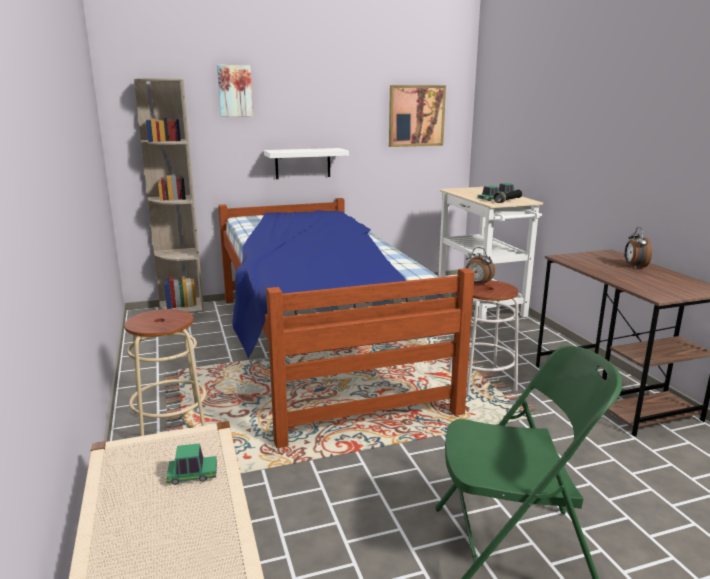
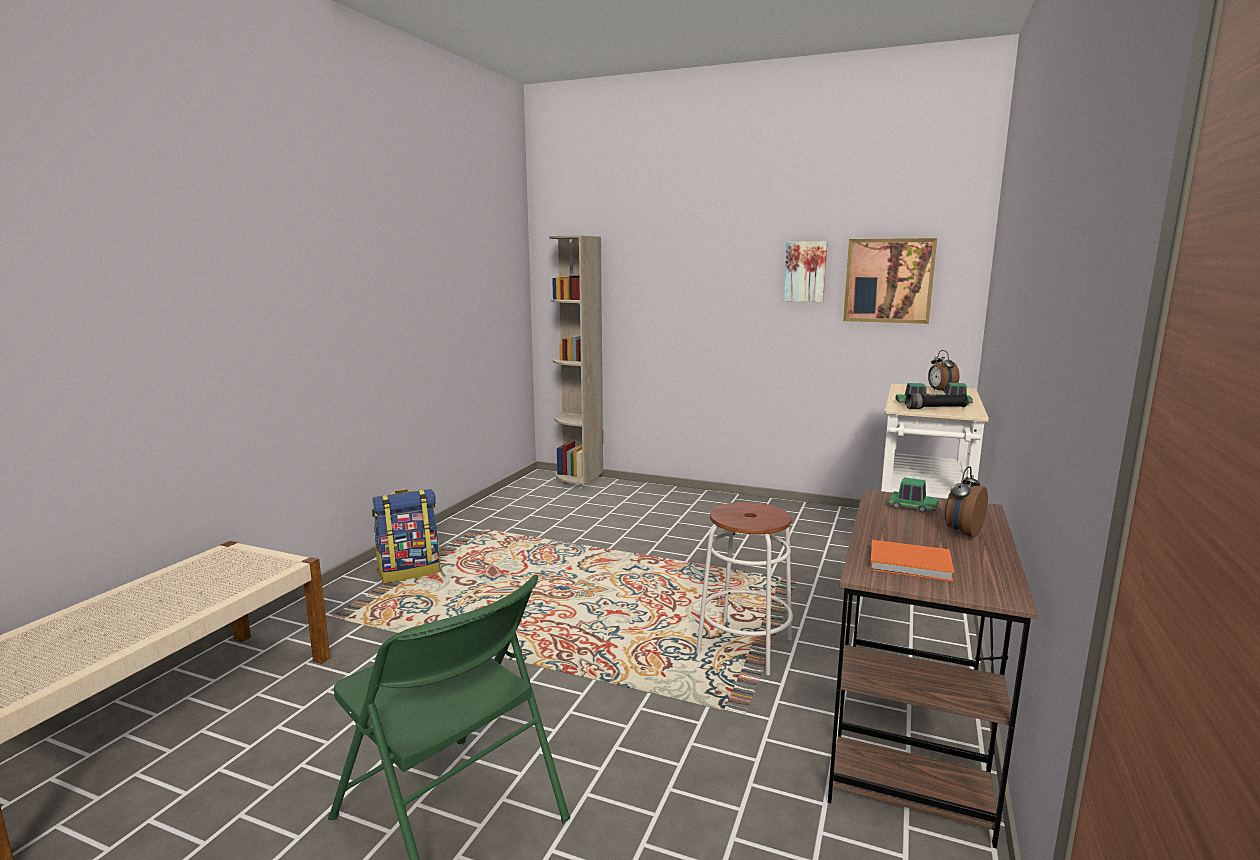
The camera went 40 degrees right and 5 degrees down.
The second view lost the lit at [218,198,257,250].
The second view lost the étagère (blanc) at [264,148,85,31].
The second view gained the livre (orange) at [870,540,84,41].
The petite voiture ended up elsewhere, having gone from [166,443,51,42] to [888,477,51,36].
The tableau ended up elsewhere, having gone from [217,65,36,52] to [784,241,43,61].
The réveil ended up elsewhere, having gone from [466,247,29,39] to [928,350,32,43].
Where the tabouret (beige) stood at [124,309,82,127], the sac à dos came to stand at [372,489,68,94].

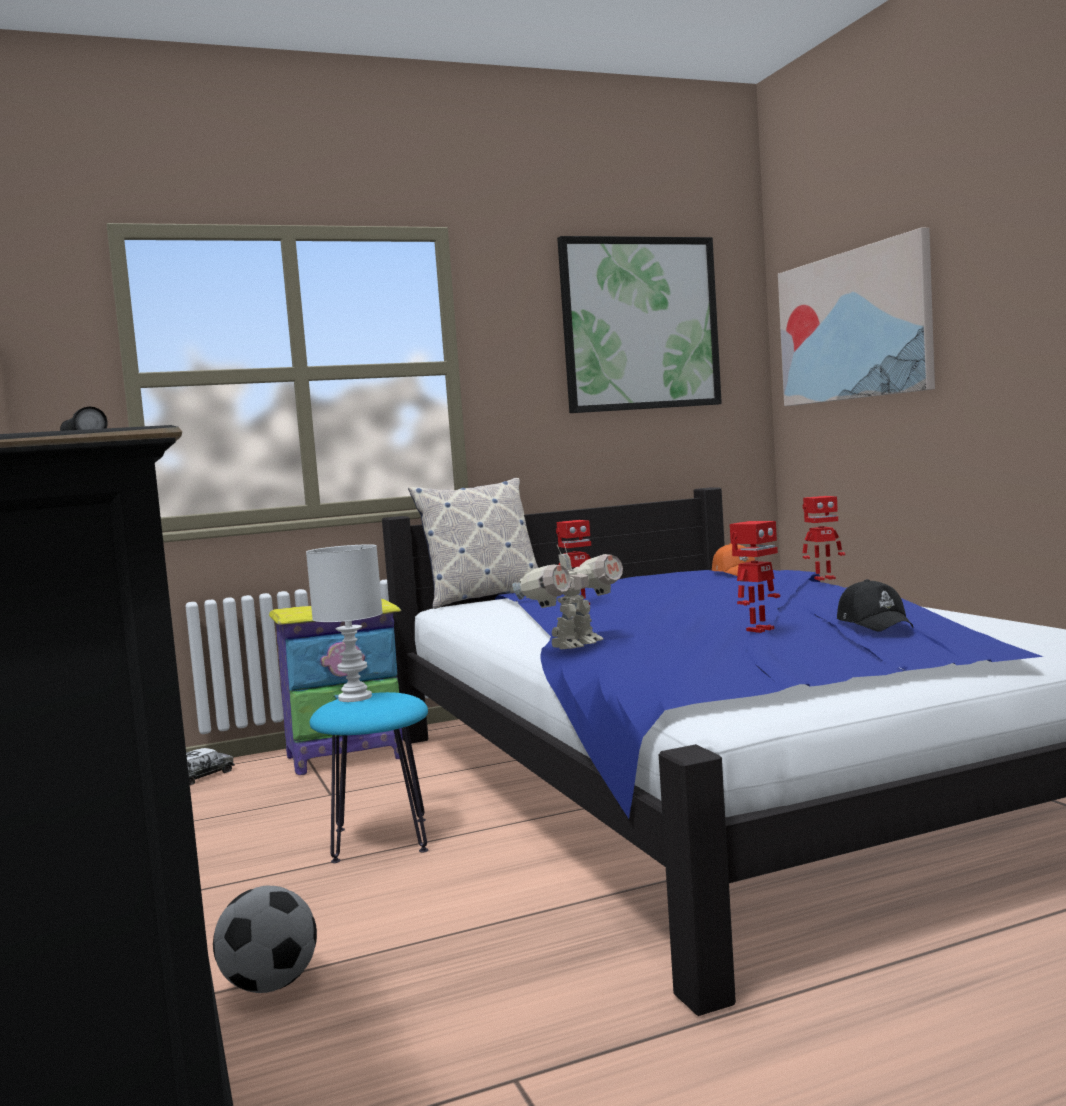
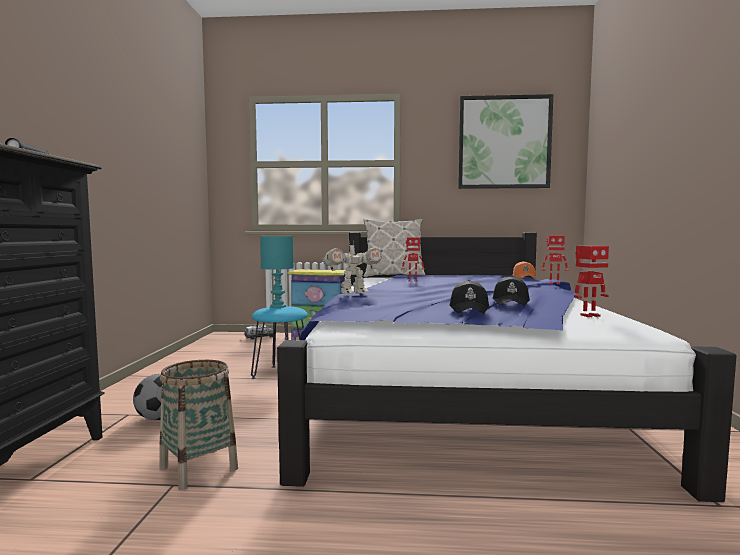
The camera went 25 degrees right and 0 degrees up.
The second view lost the tableau at [778,228,157,178].
The second view gained the panier at [159,360,79,130].
The second view gained the casquette (noir) at [449,280,40,34].
The robot jouet ended up elsewhere, having gone from [730,521,50,112] to [574,246,35,71].
What was the lampe de table (blanc) at [306,544,77,158] turned into the lampe de table (turquoise) at [260,236,34,72].

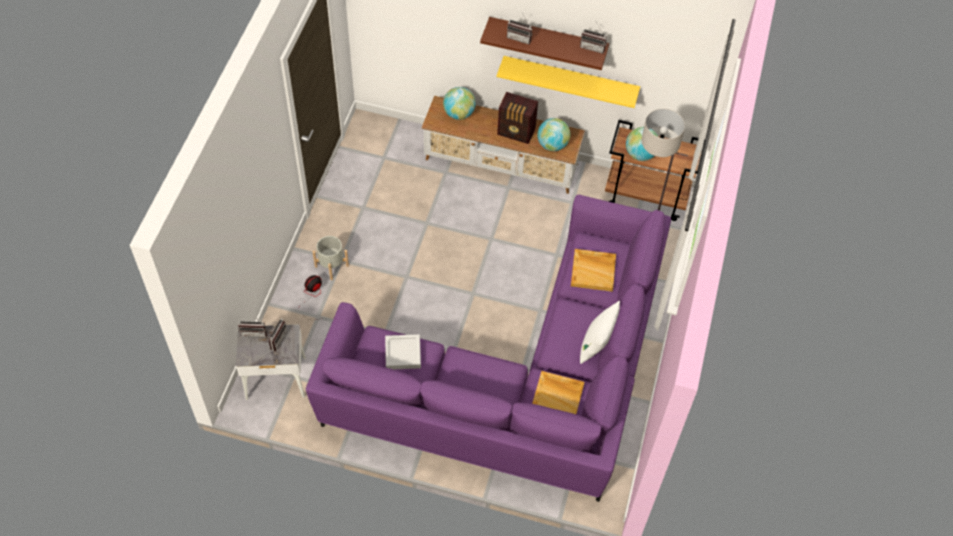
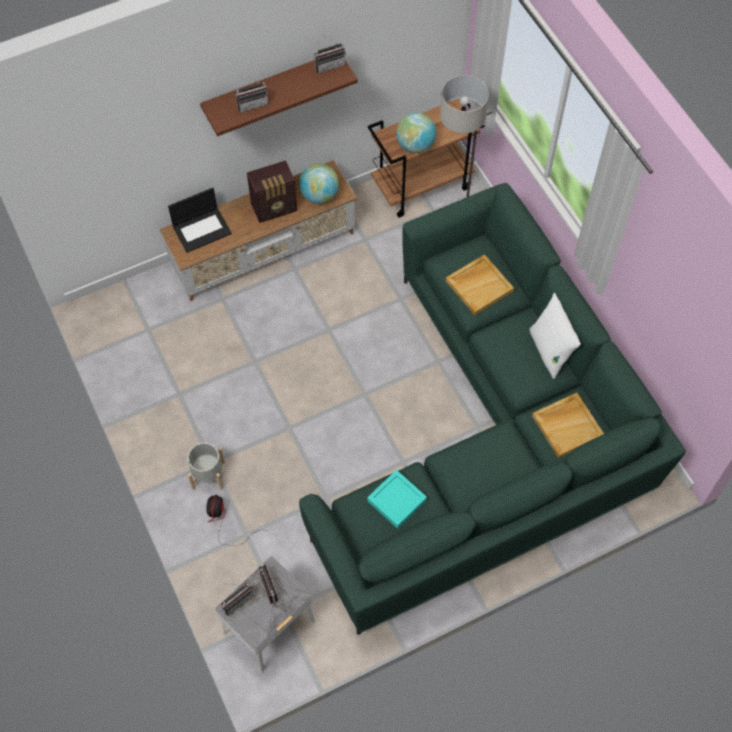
The camera went 40 degrees left and 5 degrees up.
The second view lost the étagère (jaune) at [496,56,144,52].
Where the globe stood at [443,87,33,33], the ordinateur portable came to stand at [168,188,64,65].
What was the canapé (violet) at [306,195,365,307] turned into the canapé (vert) at [299,183,387,452].
What was the plateau (gris) at [385,334,36,35] turned into the plateau (turquoise) at [367,470,60,59].

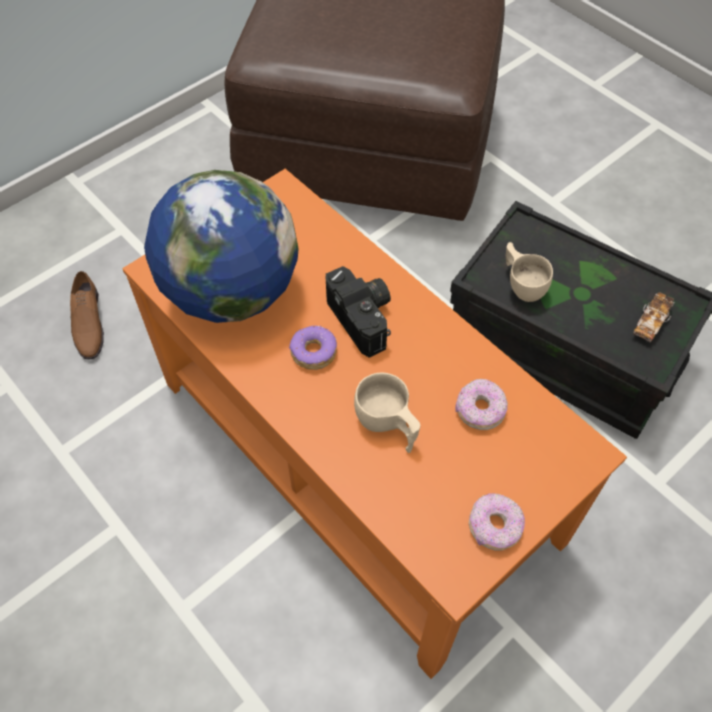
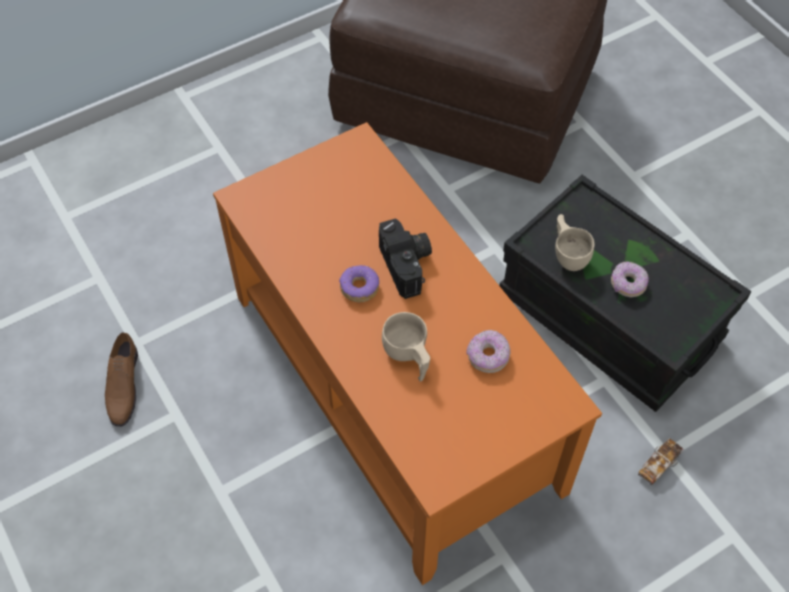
The camera went 10 degrees right and 0 degrees up.
The second view lost the globe at [144,170,155,153].
The chaussure (marron) ended up elsewhere, having gone from [70,271,34,88] to [105,332,33,95].
The beignet ended up elsewhere, having gone from [469,493,56,57] to [611,261,38,36].
The petite voiture ended up elsewhere, having gone from [633,292,42,51] to [638,437,47,48].

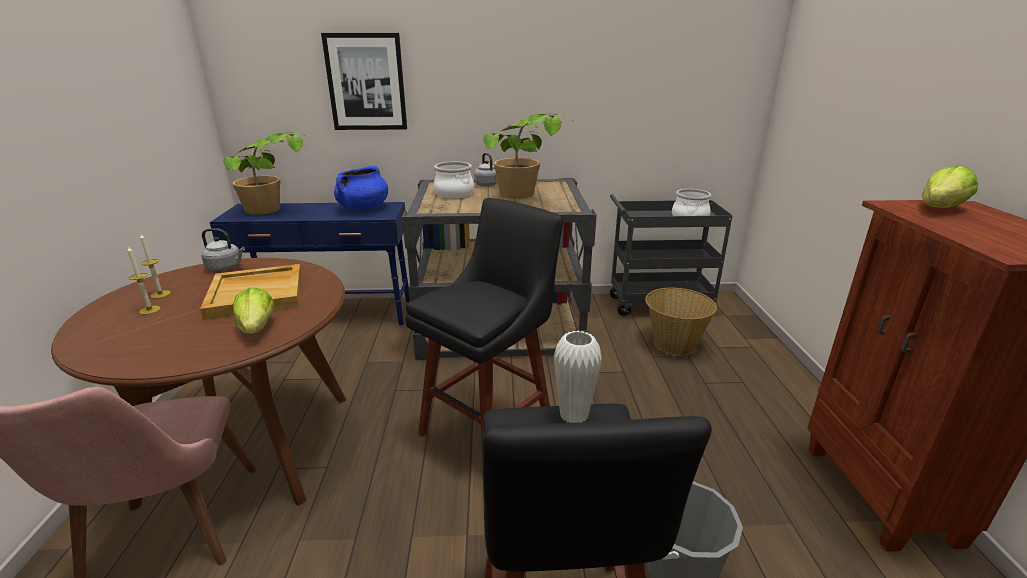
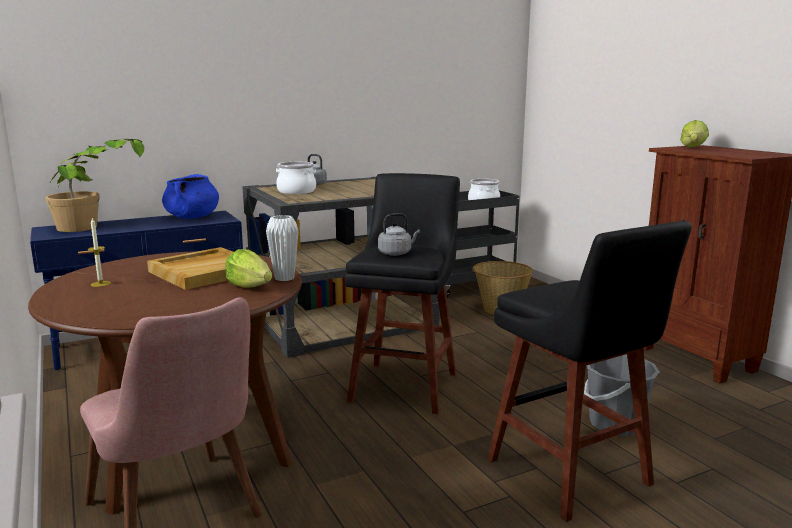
The camera went 25 degrees left and 10 degrees down.
The second view lost the bougie at [127,246,34,69].
The second view lost the tableau at [321,33,86,97].
The second view lost the plante en pot at [483,113,90,86].
The bouilloire (gris) ended up elsewhere, having gone from [201,228,44,43] to [378,213,42,43].
The vase (blanc) ended up elsewhere, having gone from [554,331,48,92] to [266,215,32,66].

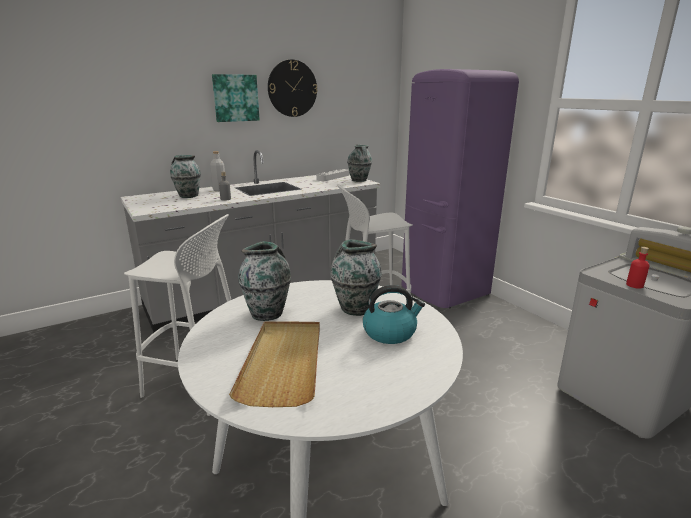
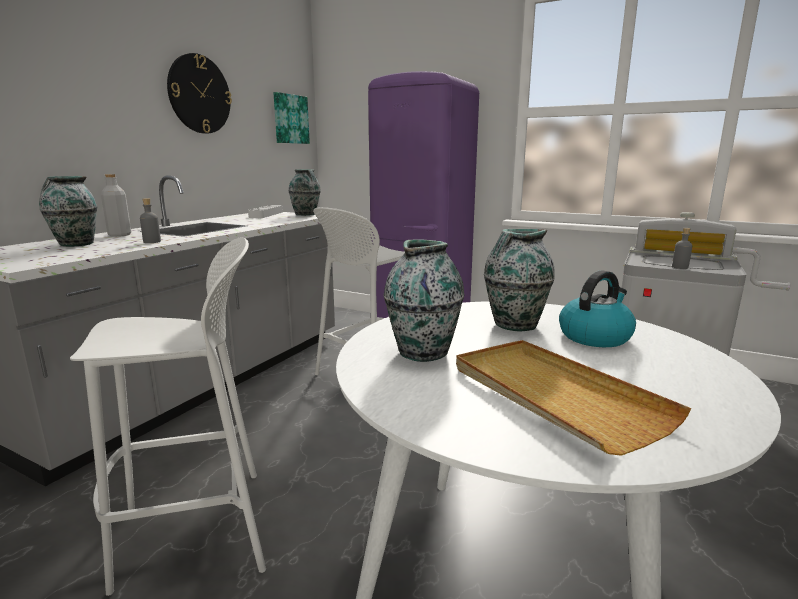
The camera went 30 degrees left and 5 degrees down.
The tableau ended up elsewhere, having gone from [212,74,48,48] to [273,92,37,52].
What was the bouteille (rouge) at [626,247,24,42] turned into the bouteille (gris) at [672,228,20,41].

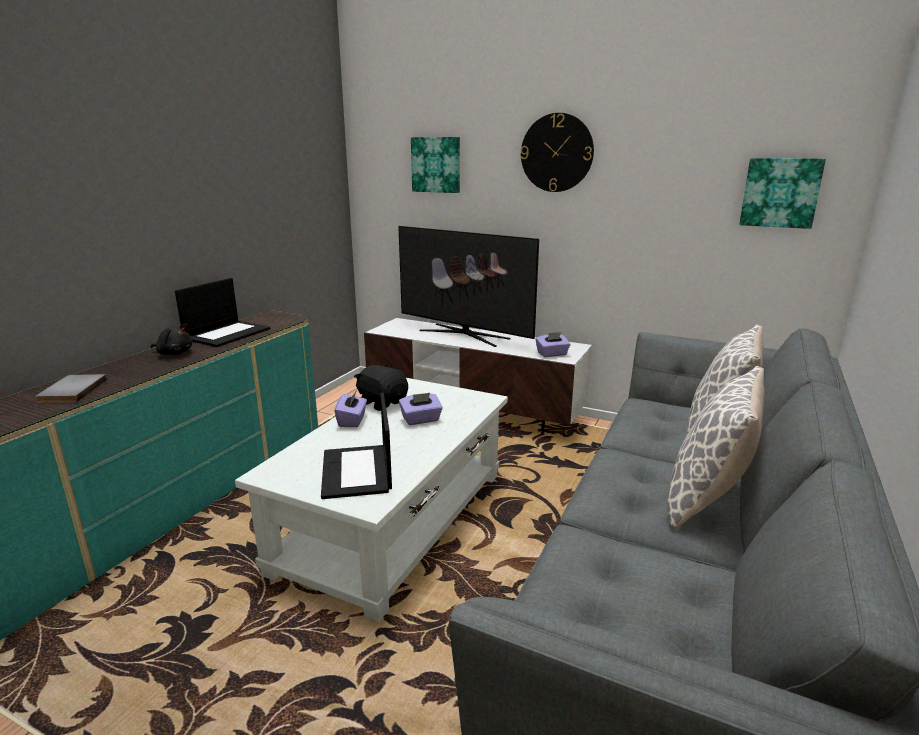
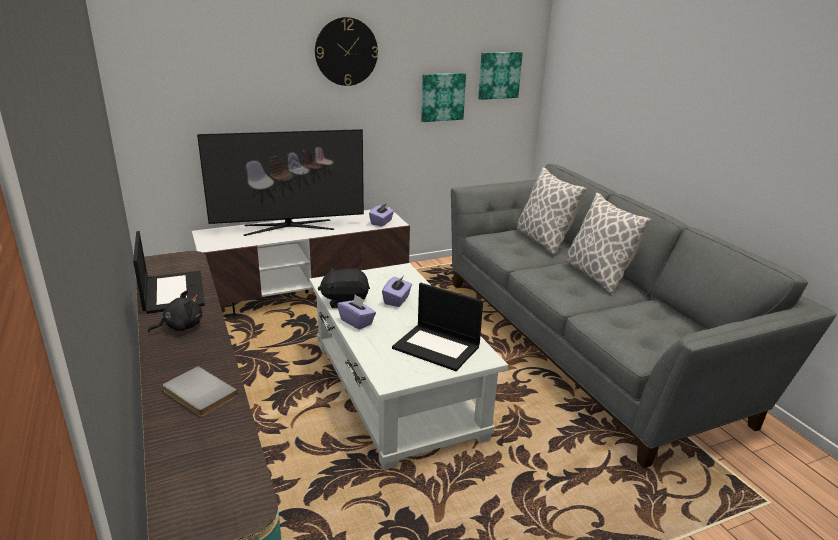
The camera went 50 degrees left and 5 degrees up.
The tableau ended up elsewhere, having gone from [411,137,49,56] to [421,73,45,49].

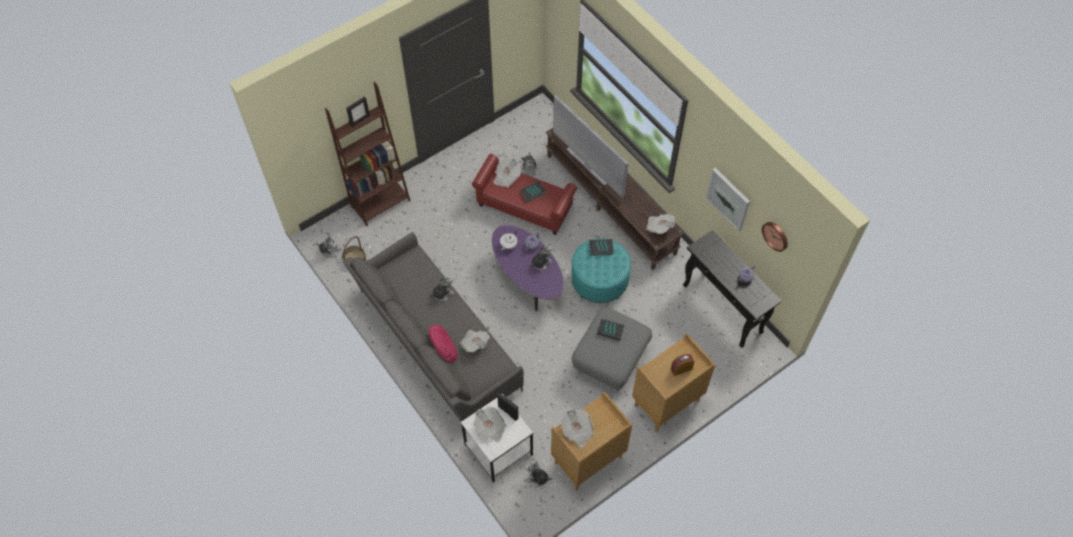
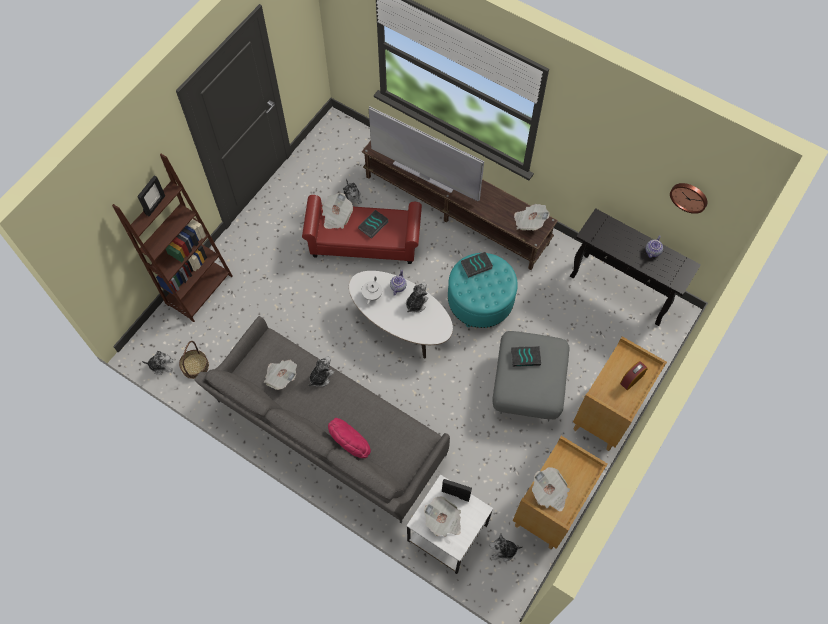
The camera went 20 degrees left and 5 degrees up.
The second view lost the tableau at [706,168,44,64].
The journal ended up elsewhere, having gone from [460,330,30,22] to [264,360,33,30].
What was the table basse (violet) at [492,225,72,86] turned into the table basse (blanc) at [349,271,104,88].

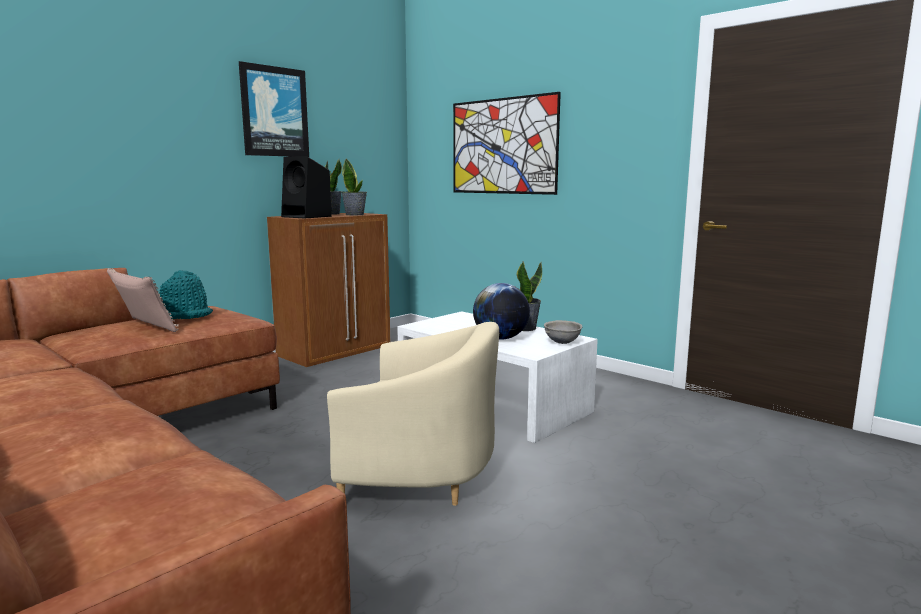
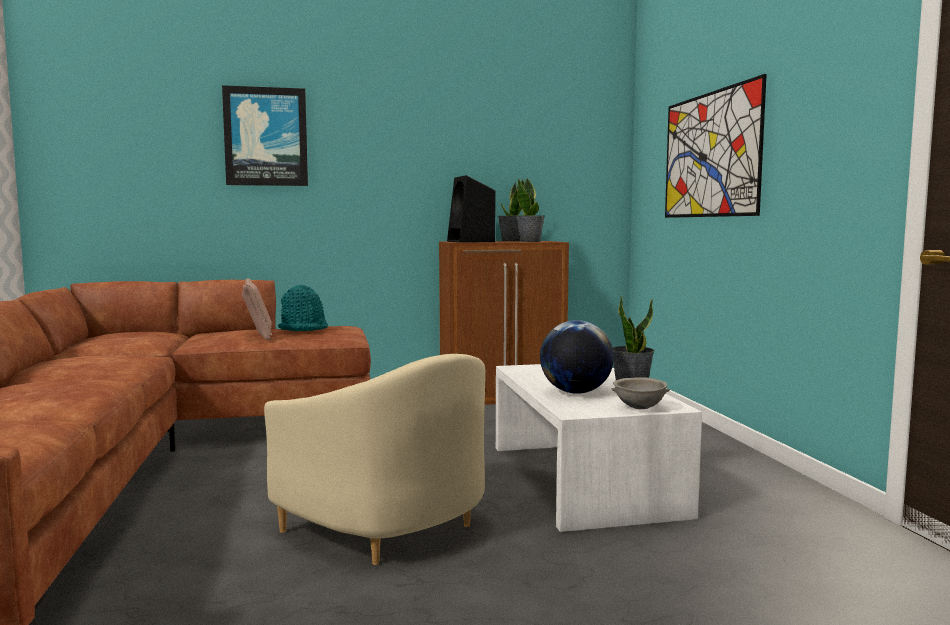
The camera went 35 degrees right and 5 degrees down.
The tableau ended up elsewhere, having gone from [239,61,70,96] to [222,85,86,101].

